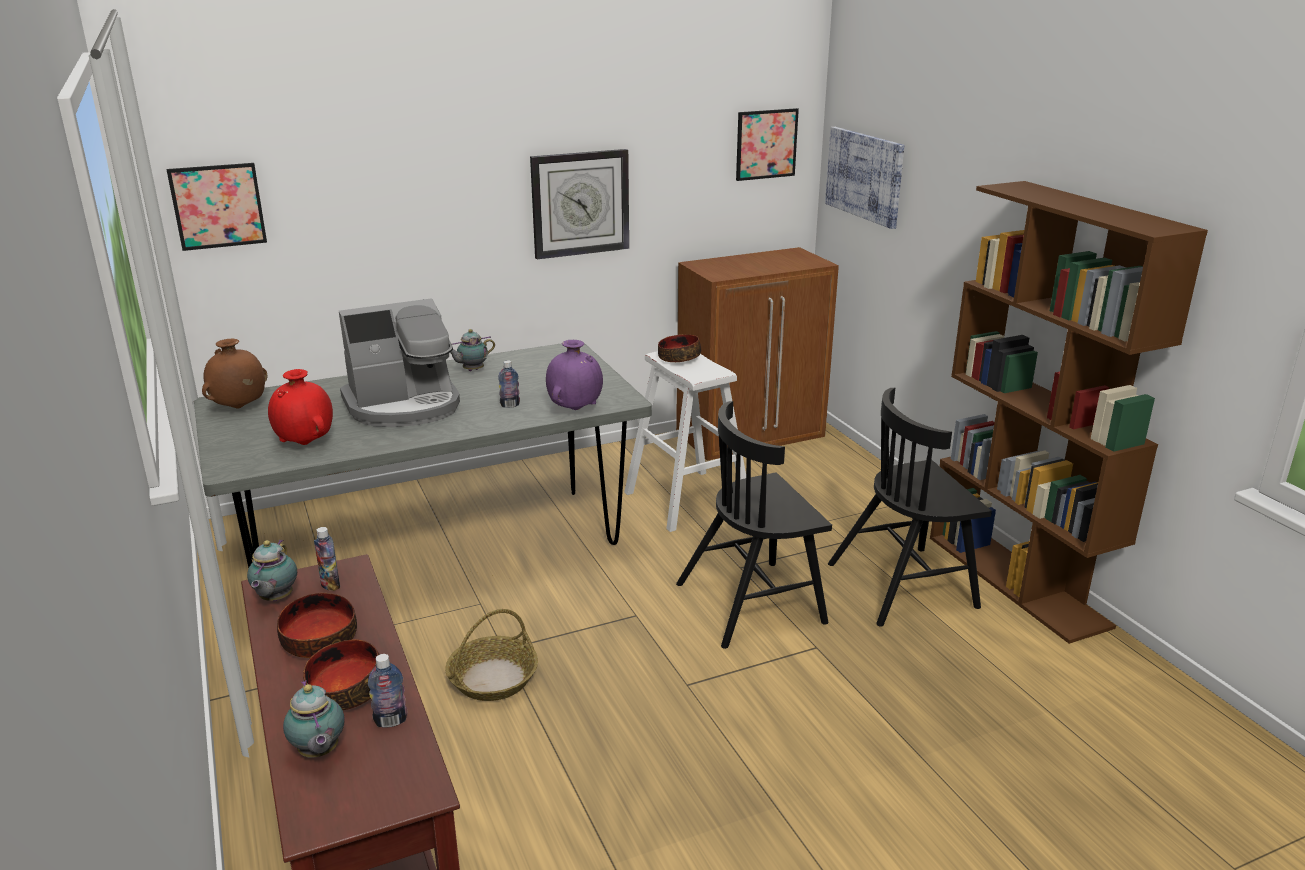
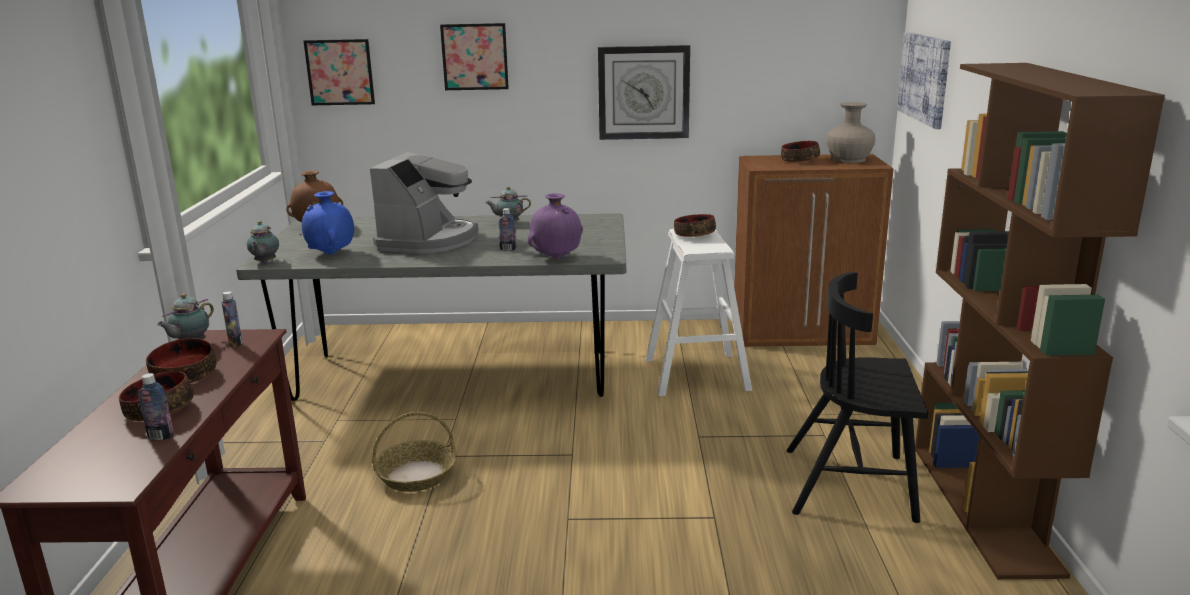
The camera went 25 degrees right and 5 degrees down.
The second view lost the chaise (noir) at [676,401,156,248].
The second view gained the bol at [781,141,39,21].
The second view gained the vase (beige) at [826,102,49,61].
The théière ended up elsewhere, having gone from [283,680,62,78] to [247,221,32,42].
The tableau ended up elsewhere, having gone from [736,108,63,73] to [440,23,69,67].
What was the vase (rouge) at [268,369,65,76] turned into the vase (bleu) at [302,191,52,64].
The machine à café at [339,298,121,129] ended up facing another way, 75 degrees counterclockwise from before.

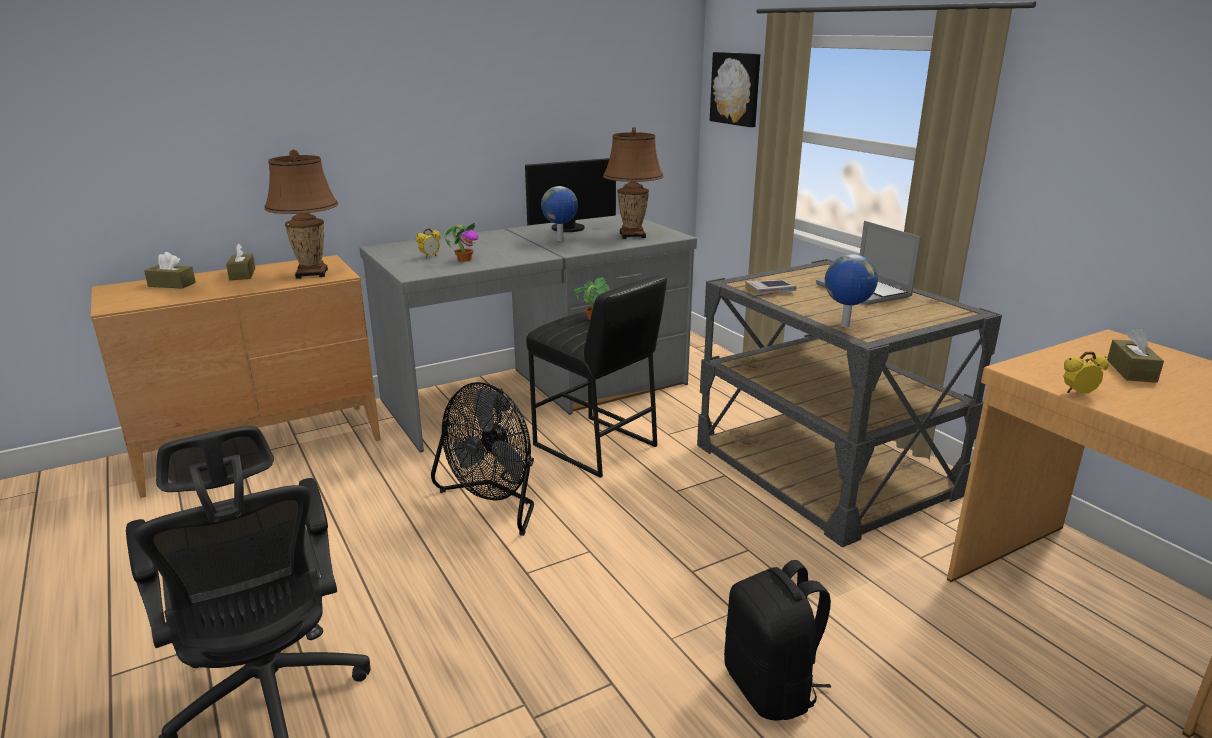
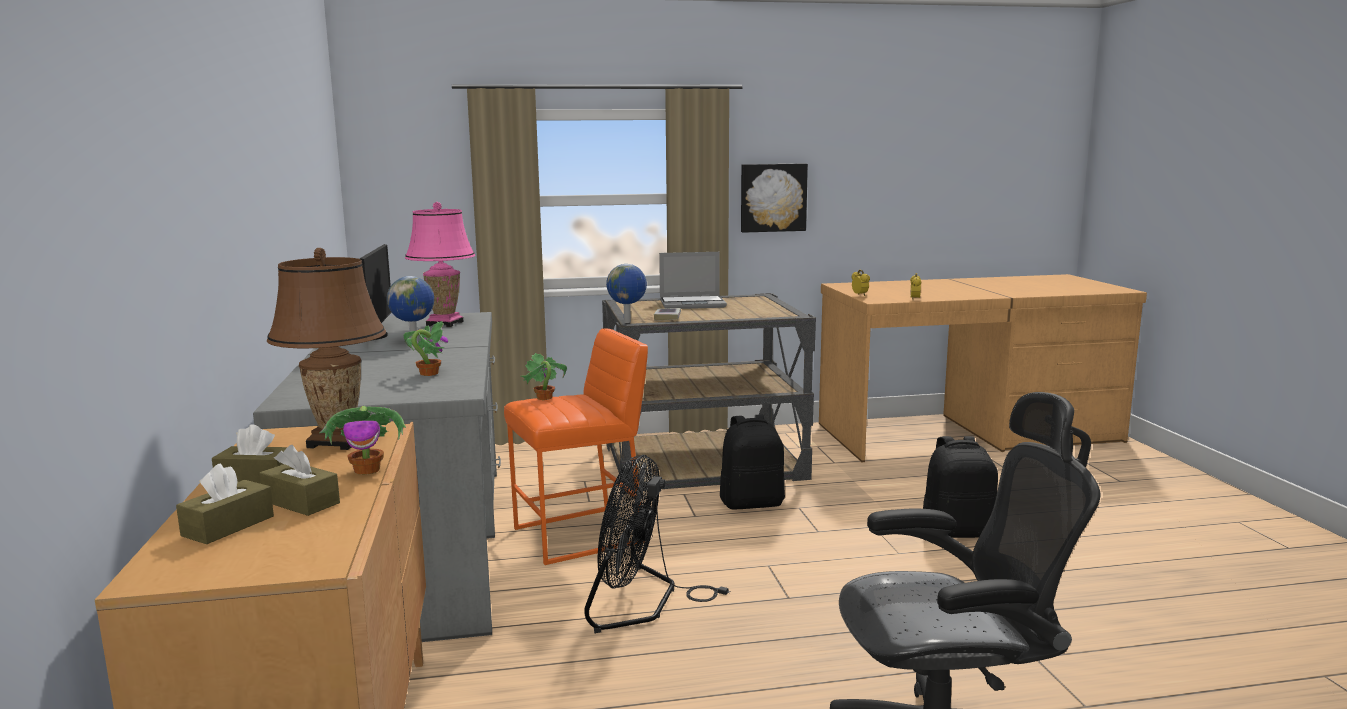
The camera went 70 degrees left and 10 degrees down.
The second view gained the plante en pot at [319,406,87,69].
The second view gained the sac à dos (noir) at [720,414,65,95].
The réveil ended up elsewhere, having gone from [416,228,25,30] to [851,270,19,26].
The tableau ended up elsewhere, having gone from [710,52,50,75] to [741,164,67,69].
The globe ended up elsewhere, having gone from [825,254,53,74] to [606,264,41,59].
The boîte à mouchoirs (marron) ended up elsewhere, having gone from [1107,328,57,55] to [259,445,81,71].
What was the tabouret (noir) at [526,275,141,203] turned into the tabouret (orange) at [504,328,144,237].
What was the lampe de table (marron) at [603,127,61,112] turned into the lampe de table (rose) at [405,202,70,125].
The ventilateur (noir) at [431,382,103,154] ended up facing another way, 135 degrees clockwise from before.

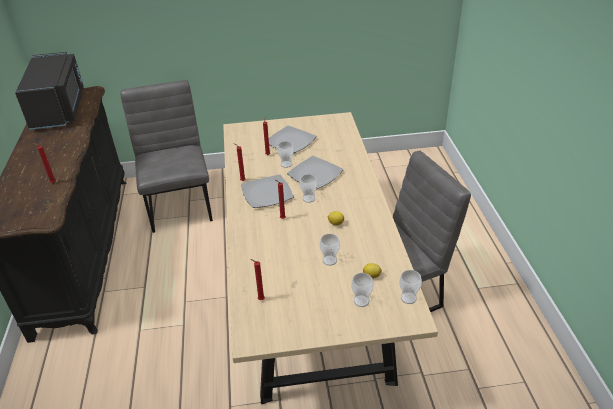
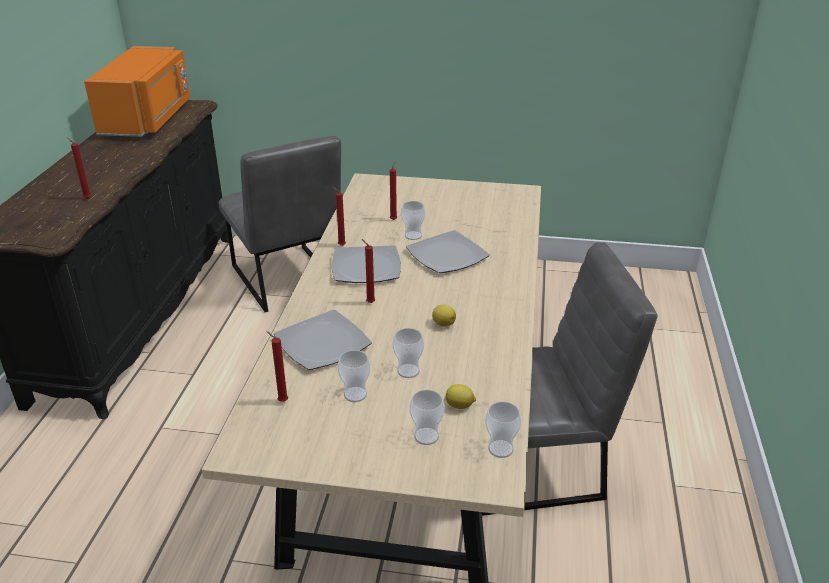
The camera went 15 degrees right and 5 degrees down.
The assiette ended up elsewhere, having gone from [269,126,48,27] to [274,310,98,60].
The tasse ended up elsewhere, having gone from [299,174,18,29] to [338,350,32,52].
What was the micro-ondes (noir) at [15,52,69,78] turned into the micro-ondes (orange) at [84,46,106,91].
The chaise (gris) at [121,80,92,153] ended up facing another way, 150 degrees clockwise from before.

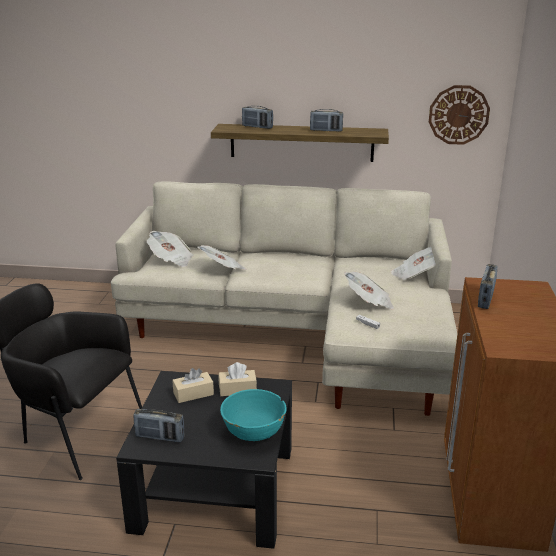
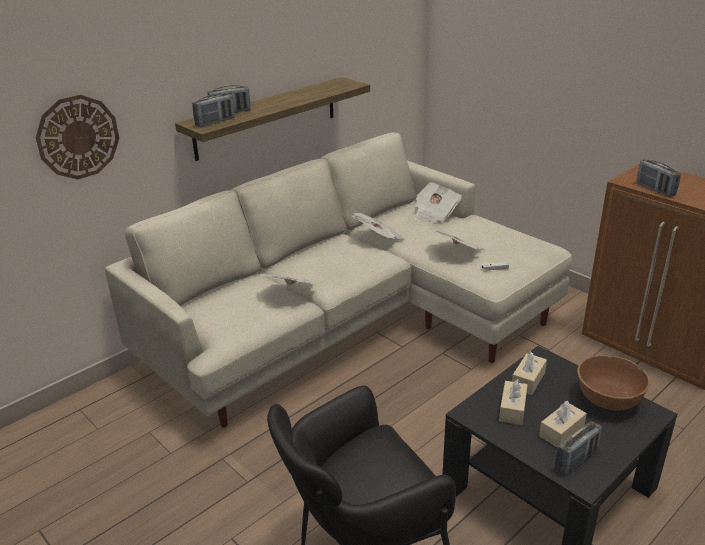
The camera went 50 degrees left and 5 degrees up.
The second view gained the boîte à mouchoirs (beige) at [539,401,48,47].
The journal ended up elsewhere, having gone from [147,231,47,36] to [352,213,54,26].
The radio ended up elsewhere, having gone from [310,109,33,23] to [192,93,43,34].
The horloge murale ended up elsewhere, having gone from [429,85,61,60] to [35,95,84,84].
What was the bol (turquoise) at [220,389,67,52] turned into the bol (marron) at [577,355,73,56].

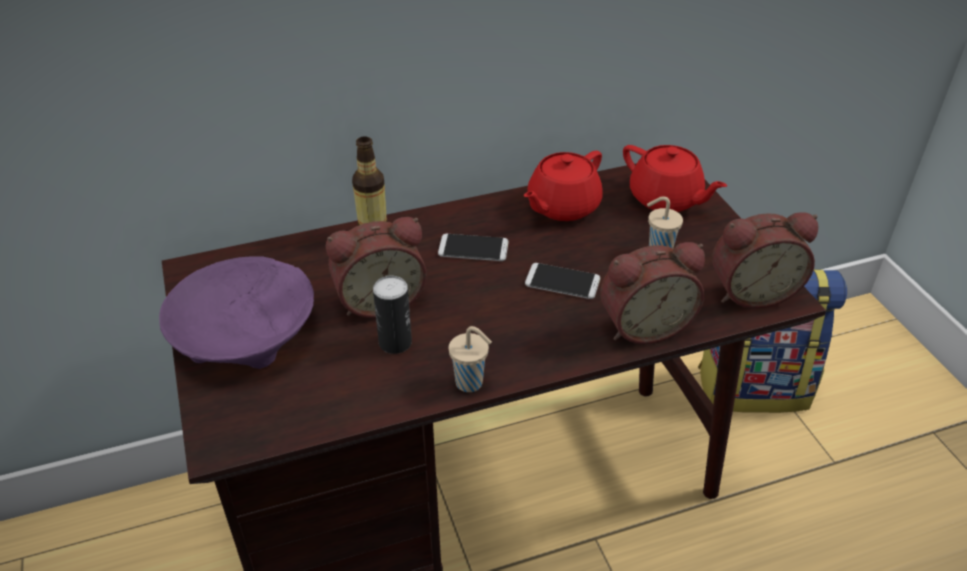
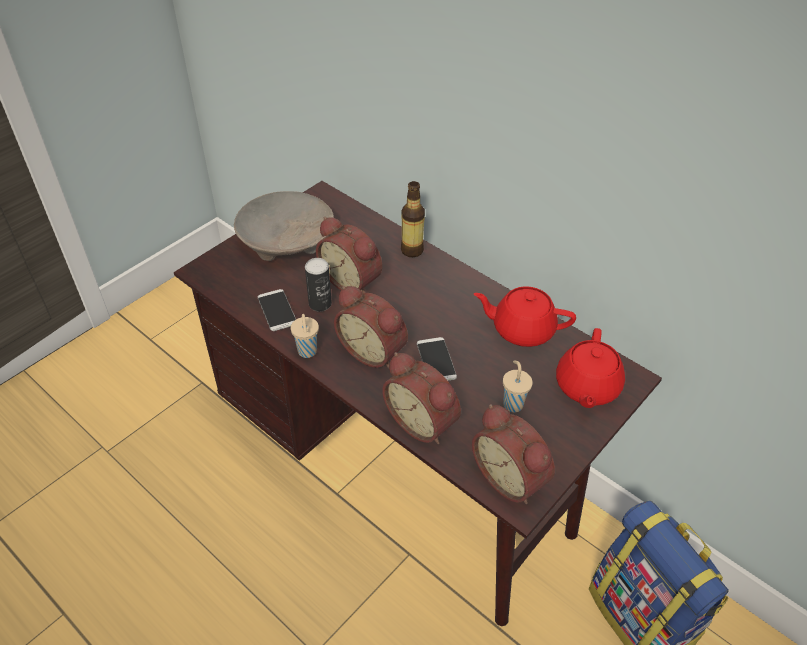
The camera went 60 degrees right and 5 degrees up.
The second view gained the réveil at [334,286,74,82].
The téléphone ended up elsewhere, having gone from [438,234,71,27] to [258,289,38,42].
What was the bol (violet) at [159,256,155,113] turned into the bol (beige) at [234,191,100,70].

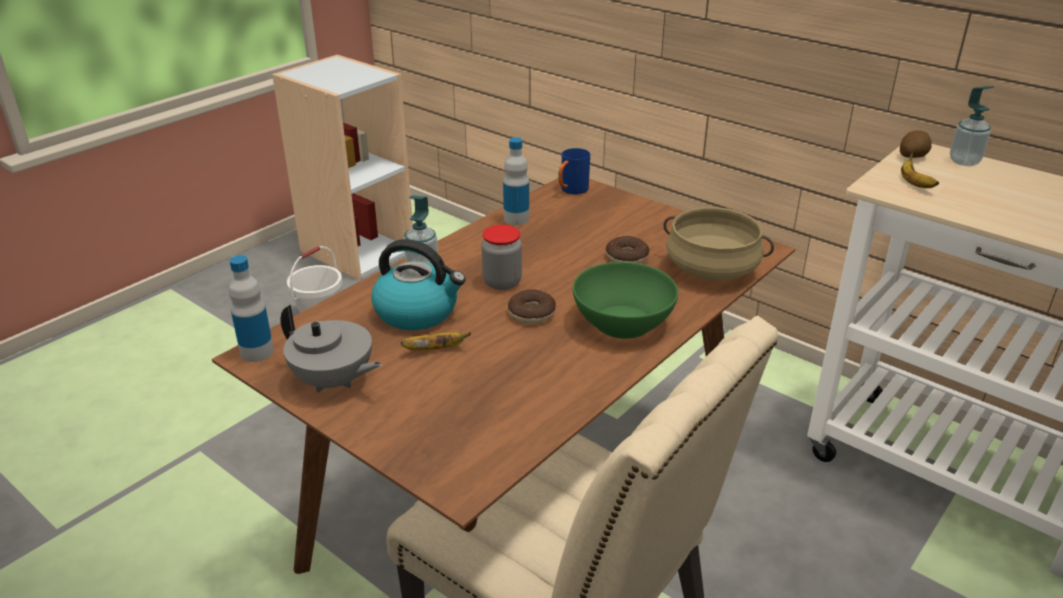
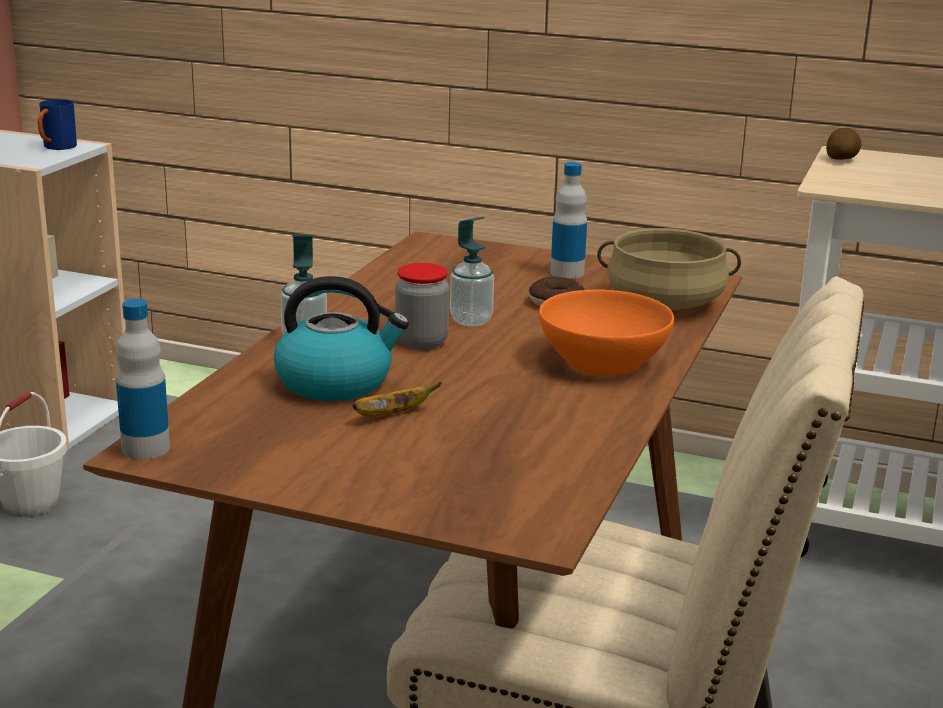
The camera went 20 degrees left and 10 degrees down.
The second view lost the théière (gris) at [281,304,101,89].
The second view lost the beignet at [508,289,48,35].
The second view lost the banane at [901,152,38,36].
The bouteille ended up elsewhere, having gone from [503,137,26,88] to [550,162,37,117].
The mug (bleu) ended up elsewhere, having gone from [558,148,32,46] to [38,99,39,51].
The distributeur de savon ended up elsewhere, having gone from [950,86,44,80] to [450,217,44,109].
What was the bol (vert) at [573,262,105,77] turned into the bol (orange) at [539,289,135,87].

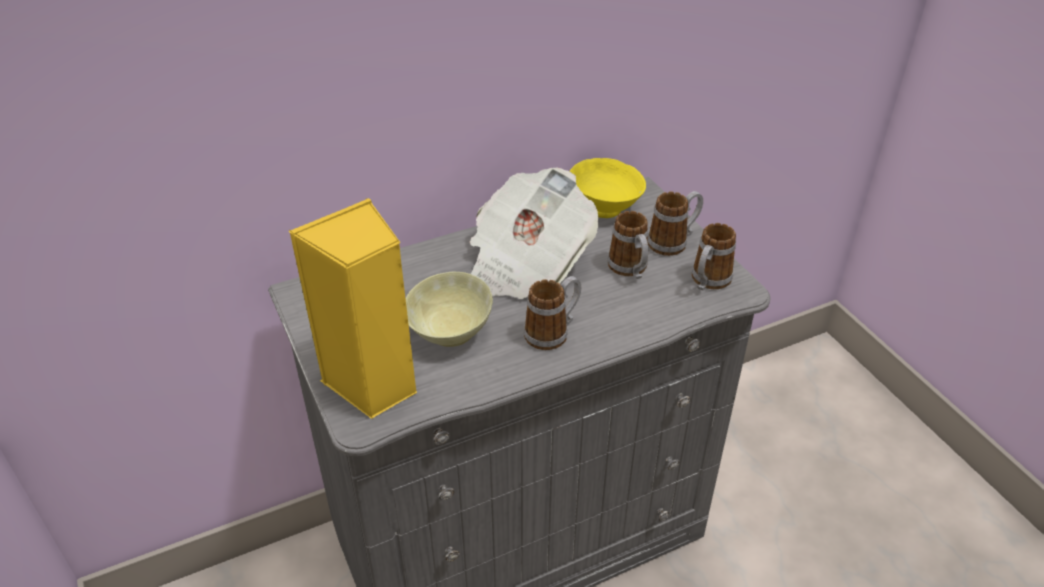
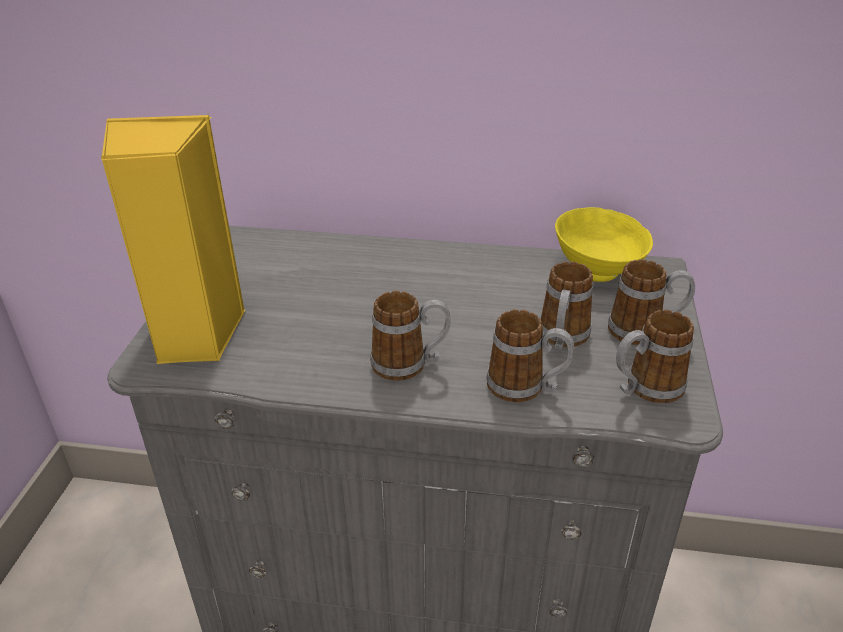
The camera went 35 degrees right and 5 degrees down.
The second view lost the bol (beige) at [405,272,88,75].
The second view lost the journal at [470,168,129,131].
The second view gained the mug at [486,309,88,93].

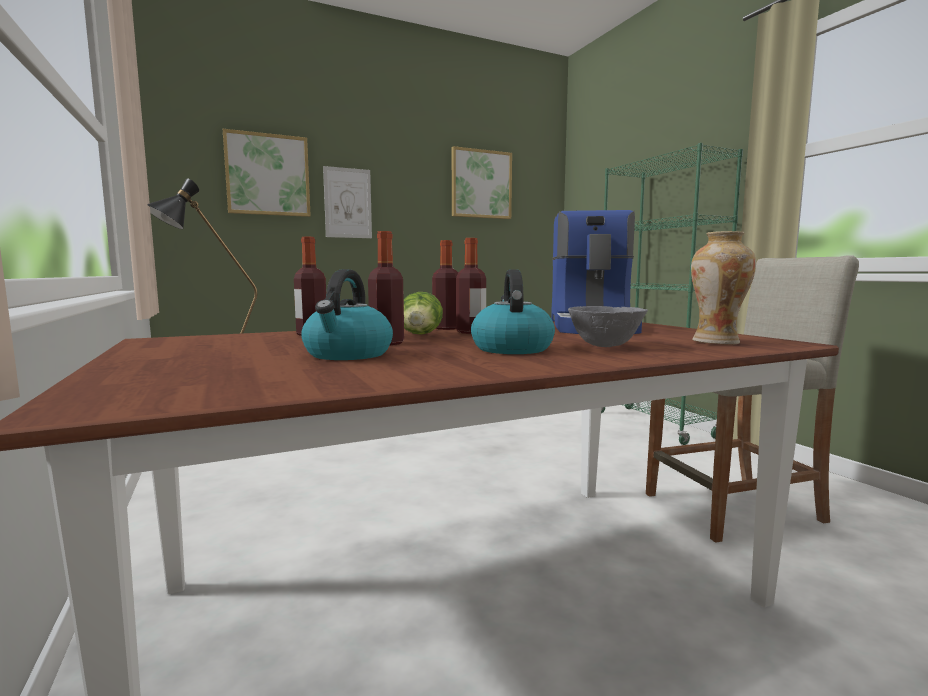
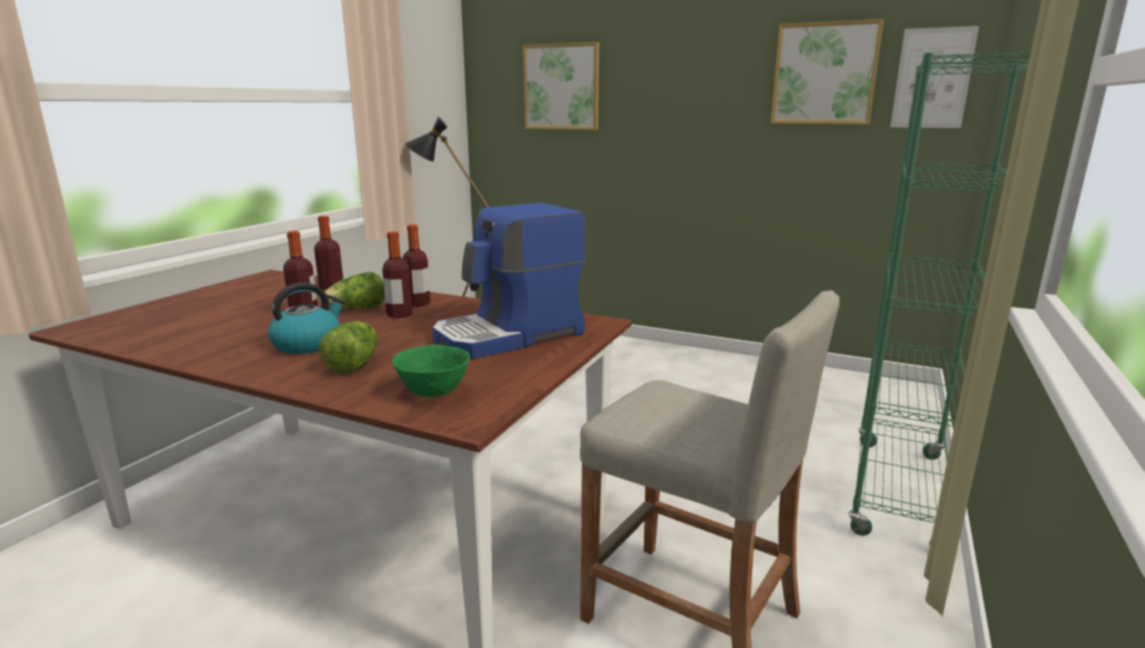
The camera went 50 degrees right and 10 degrees up.
The second view lost the bouilloire at [301,269,92,91].
The tableau ended up elsewhere, having gone from [323,166,49,72] to [890,26,89,102].
Where the bol (gris) stood at [568,306,80,41], the laitue came to stand at [319,321,59,52].
Where the vase stood at [691,231,65,114], the bol (vert) came to stand at [392,345,78,52].

